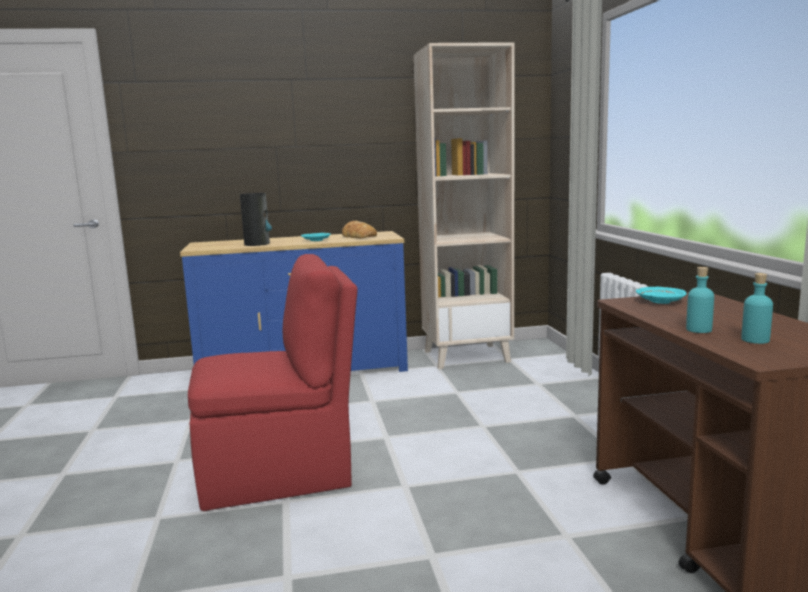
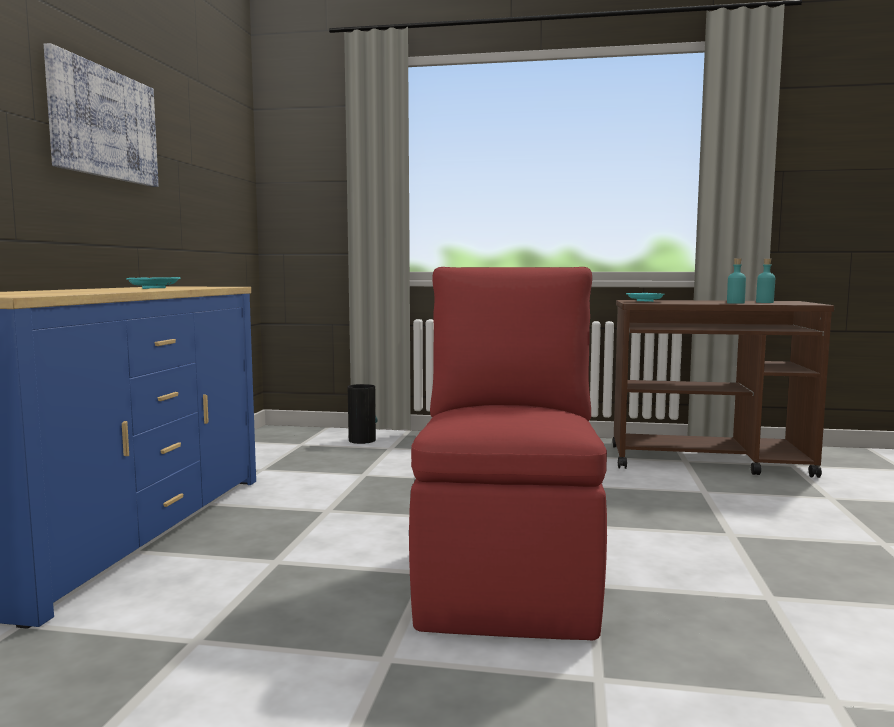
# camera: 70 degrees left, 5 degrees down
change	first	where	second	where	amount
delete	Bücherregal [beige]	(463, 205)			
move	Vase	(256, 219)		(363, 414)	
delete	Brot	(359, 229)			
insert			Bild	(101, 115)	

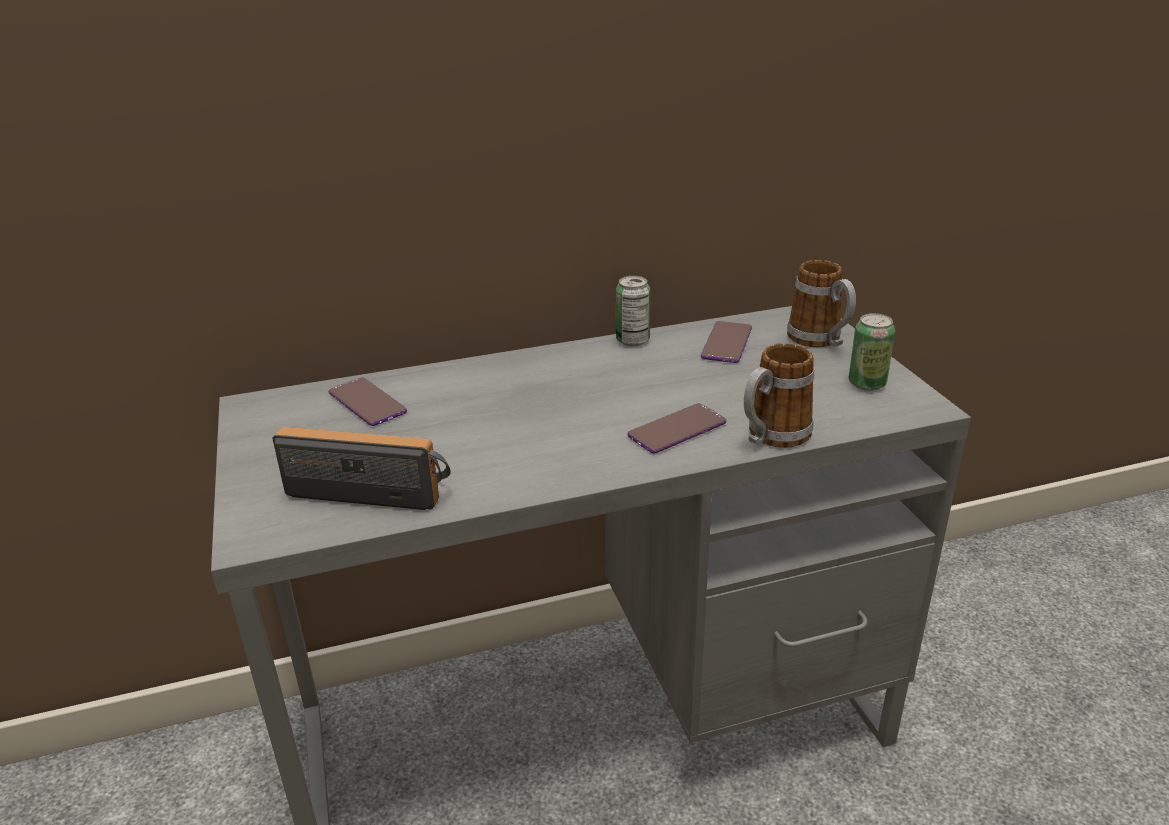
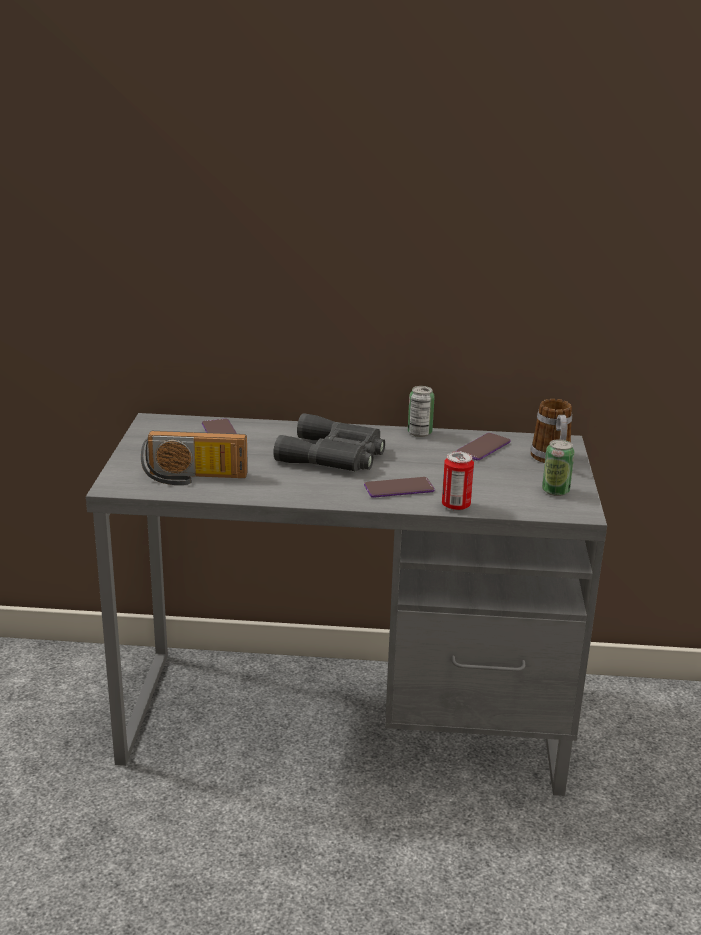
# camera: 20 degrees right, 5 degrees down
change	first	where	second	where	amount
replace	Henkelbecher	(779, 395)	Dose	(458, 481)	
rotate	Radio	(362, 468)		(194, 458)	150 degrees clockwise
insert			Fernglas [grau]	(329, 442)	

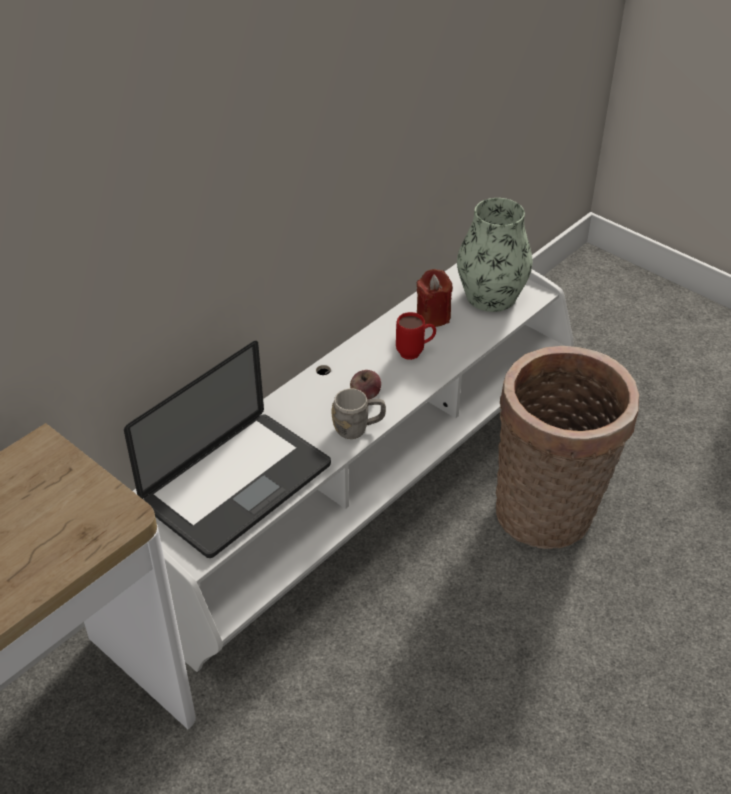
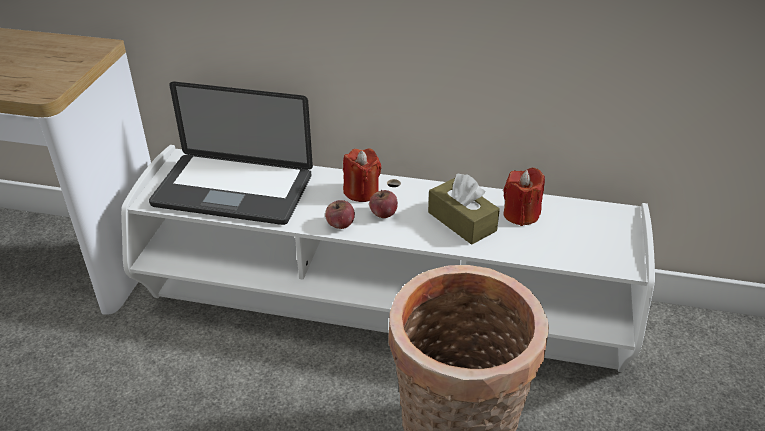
# camera: 60 degrees right, 5 degrees down
change	first	where	second	where	amount
delete	Vase	(495, 255)			
replace	Henkelbecher [rot]	(416, 336)	Taschentuchbox [braun]	(464, 209)	
replace	Henkelbecher [grau]	(359, 414)	Apfel	(340, 214)	
insert			Kerze [rot]	(362, 175)	

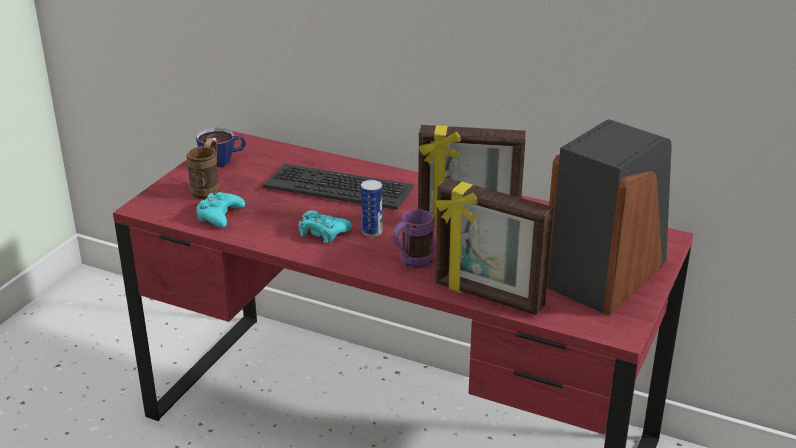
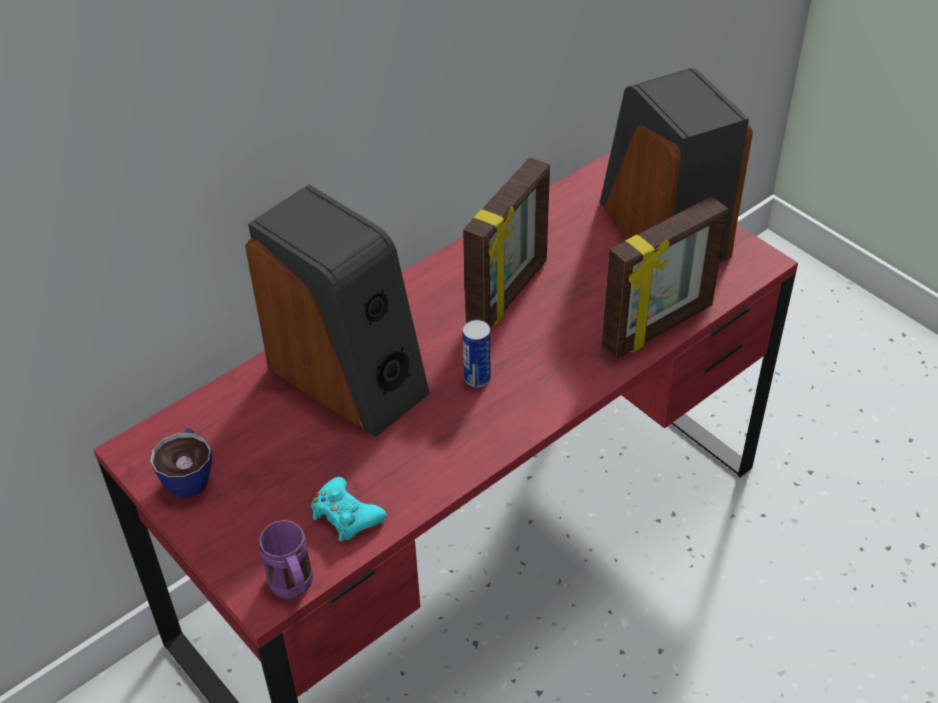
# camera: 65 degrees left, 15 degrees up
change	first	where	second	where	amount
delete	Henkelbecher [braun]	(203, 169)			
replace	Tastatur	(338, 187)	Lautsprecher	(337, 310)	
move	Henkelbecher [lila]	(413, 239)		(286, 559)	
delete	Gamepad [türkis]	(325, 226)			

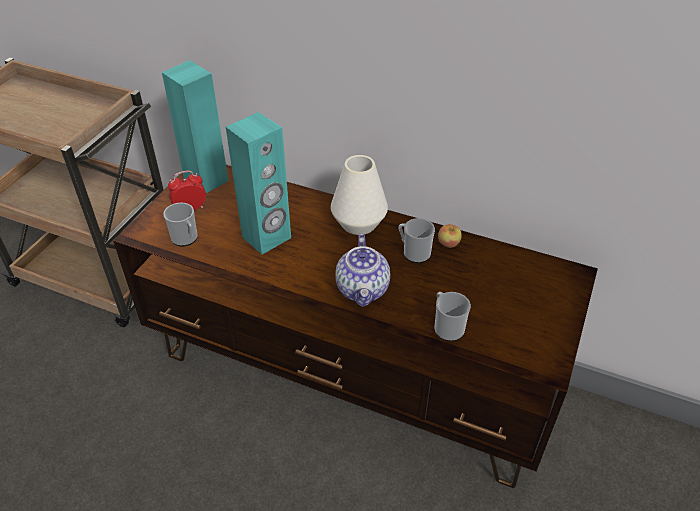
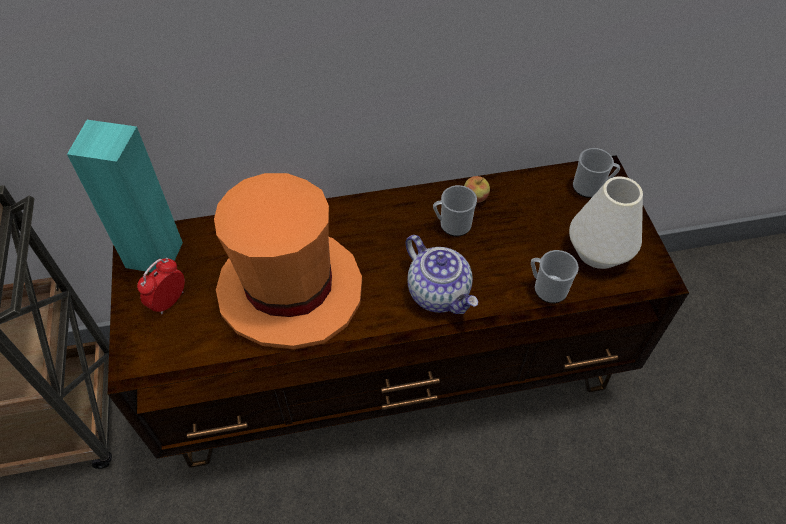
# camera: 35 degrees left, 10 degrees up
change	first	where	second	where	amount
replace	Lautsprecher [türkis]	(258, 183)	Hut [orange]	(288, 261)	
move	Vase [weiß]	(359, 195)		(606, 223)	
move	Henkelbecher	(180, 224)		(596, 173)	

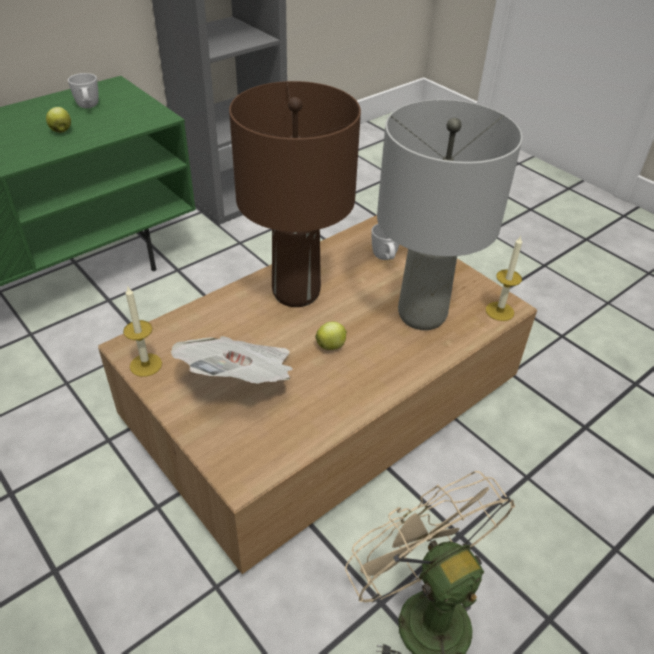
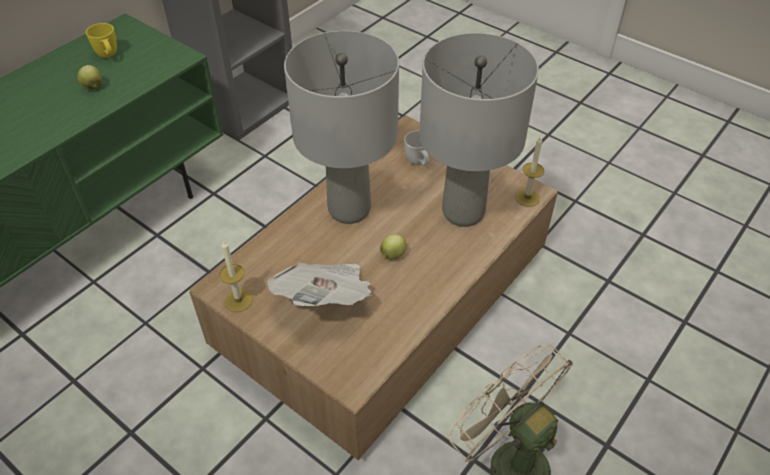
# camera: 10 degrees left, 5 degrees up
change	first	where	second	where	amount
recolor	Henkelbecher [weiß]	(83, 90)	Henkelbecher [gelb]	(101, 40)	
recolor	Tischlampe [braun]	(295, 194)	Tischlampe [grau]	(341, 127)	

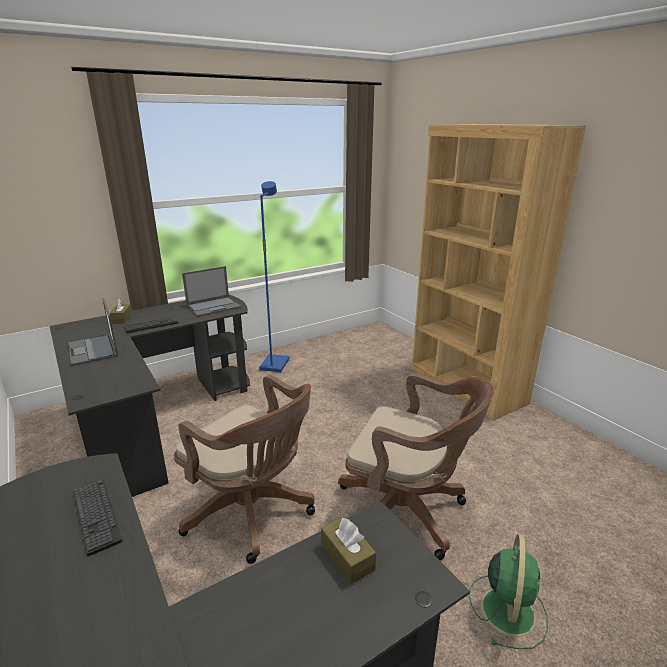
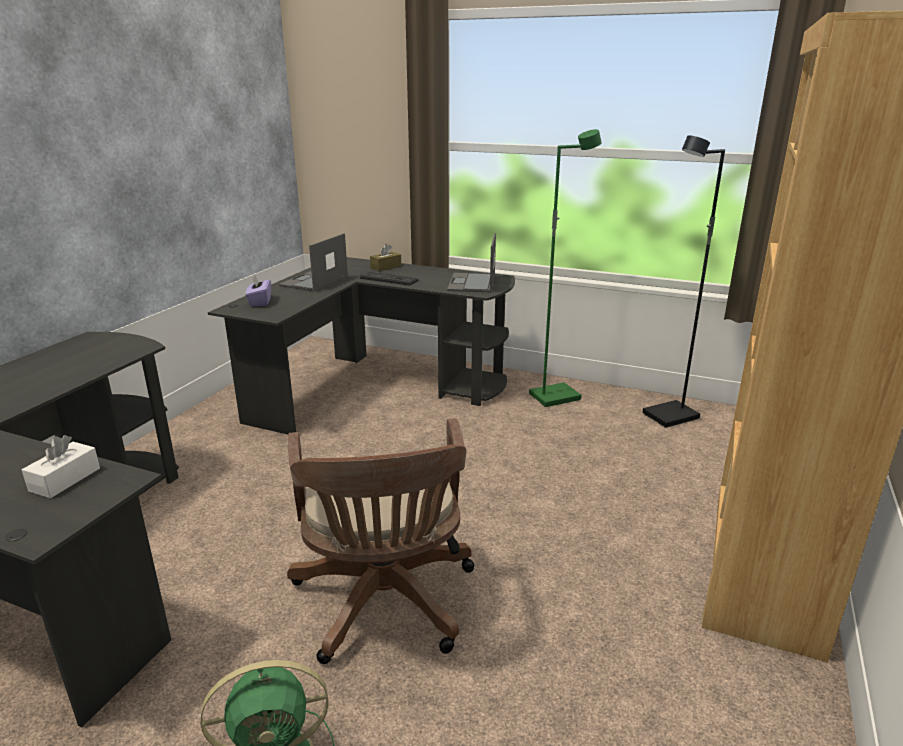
# camera: 55 degrees right, 0 degrees up
change	first	where	second	where	amount
recolor	Stehlampe [blau]	(274, 276)	Stehlampe [grün]	(565, 268)	
rotate	Laptop	(211, 291)		(471, 262)	75 degrees clockwise
delete	Bürostuhl [braun]	(244, 469)			
delete	Tastatur	(98, 518)			
recolor	Taschentuchbox [braun]	(348, 550)	Taschentuchbox [weiß]	(61, 466)	
insert			Stehlampe [schwarz]	(684, 281)	
insert			Taschentuchbox [lila]	(258, 290)	

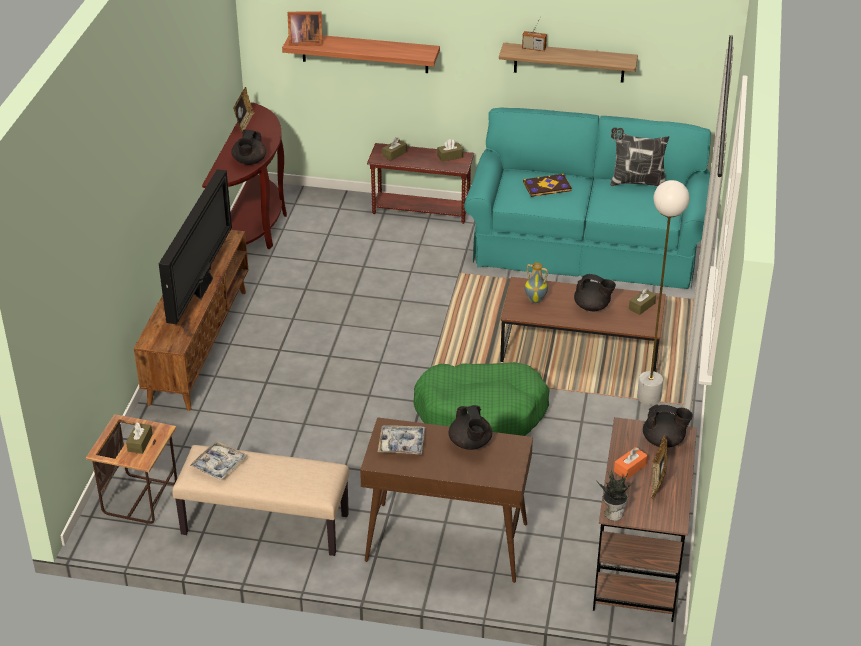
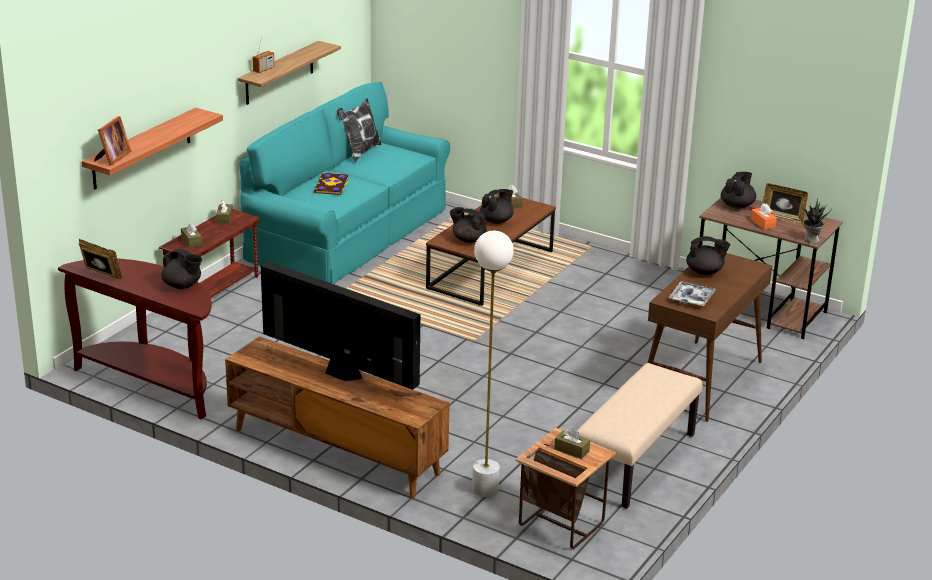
# camera: 70 degrees left, 10 degrees down
change	first	where	second	where	amount
move	Stehlampe [weiß]	(663, 292)		(493, 364)	
replace	Vase	(536, 283)	Teekanne [schwarz]	(468, 225)	
delete	Hundebett [grün]	(482, 399)			
delete	Tablett	(218, 460)			

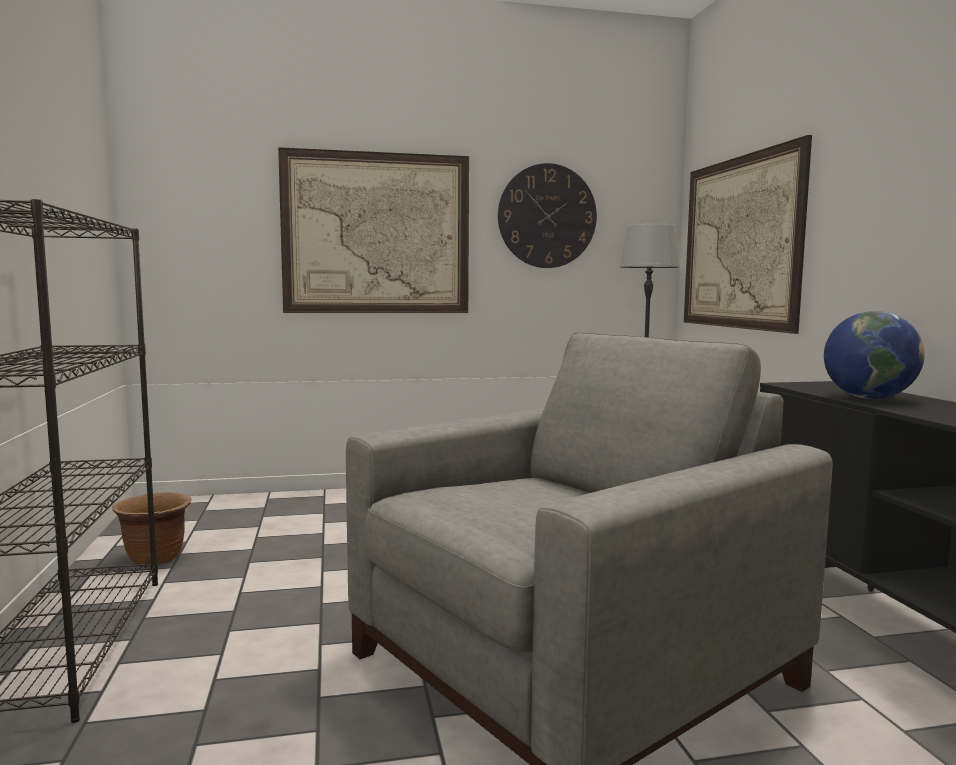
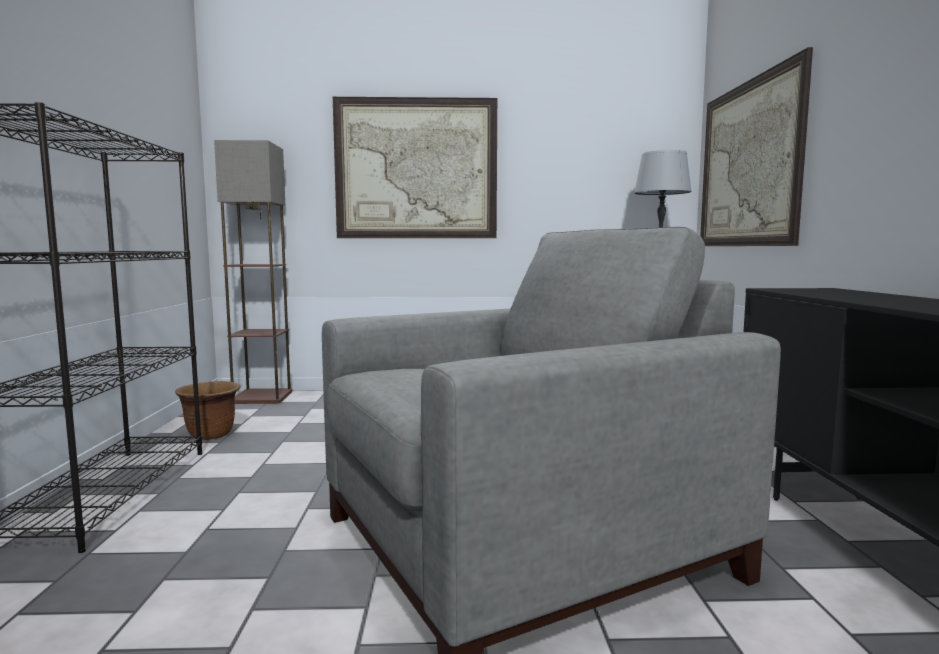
# camera: 10 degrees right, 0 degrees up
change	first	where	second	where	amount
delete	Wanduhr	(547, 215)			
delete	Globus	(874, 355)			
insert			Stehlampe	(253, 272)	

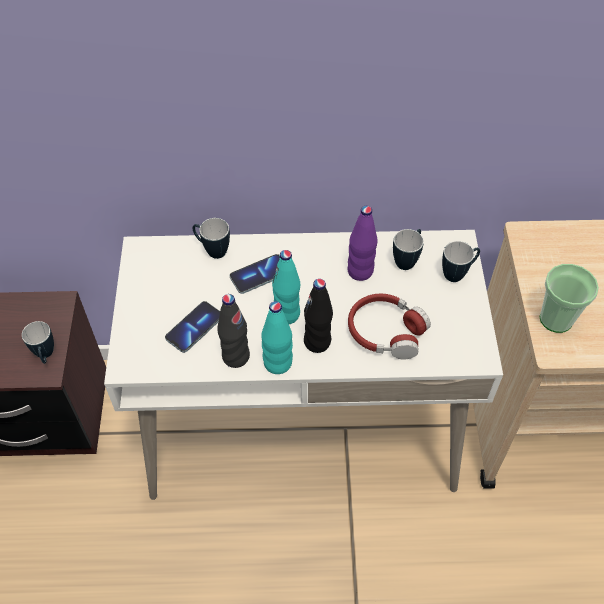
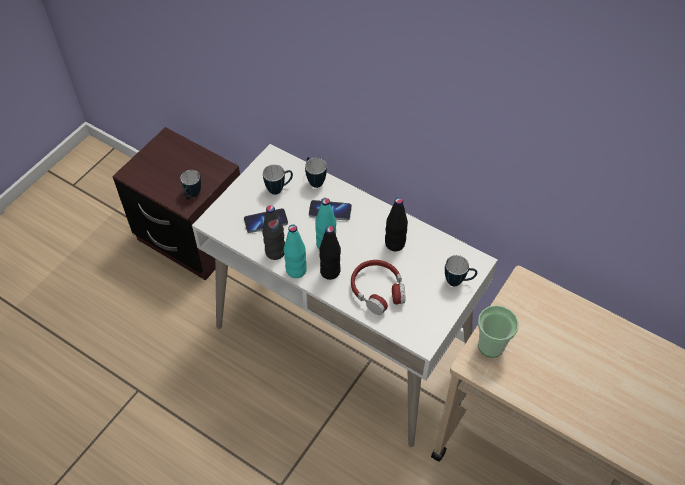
# camera: 35 degrees right, 0 degrees up
change	first	where	second	where	amount
recolor	Flasche [lila]	(362, 243)	Flasche [schwarz]	(396, 224)	
move	Henkelbecher	(408, 249)		(278, 179)	

